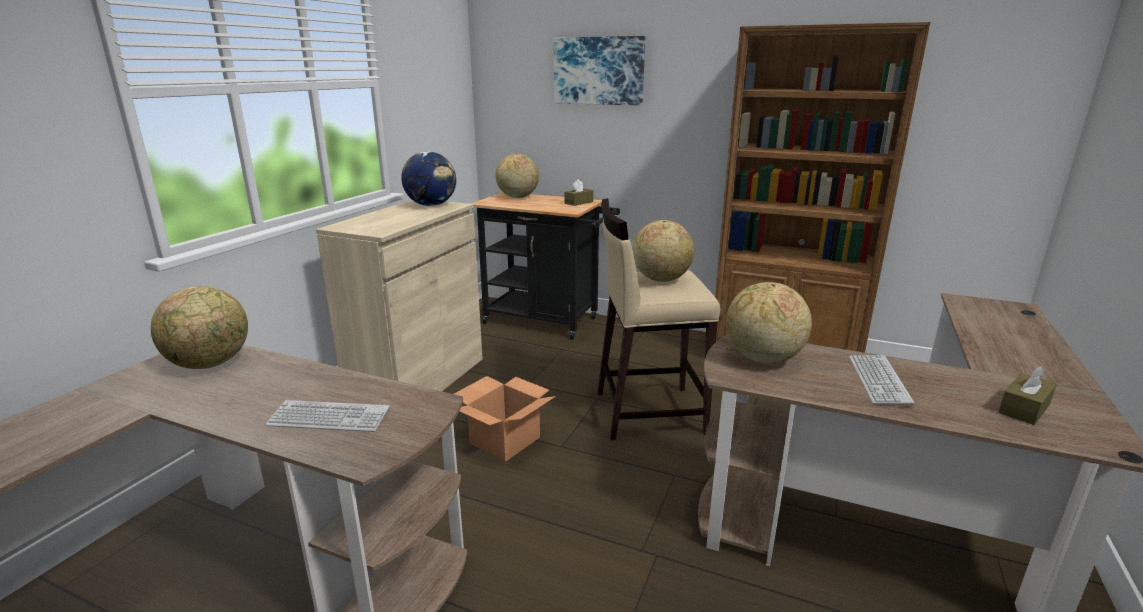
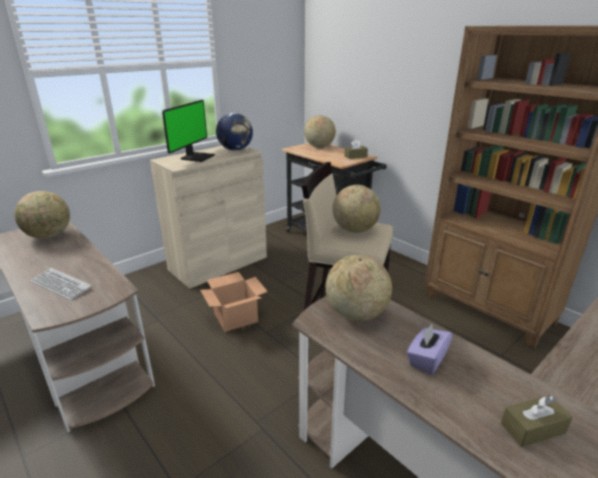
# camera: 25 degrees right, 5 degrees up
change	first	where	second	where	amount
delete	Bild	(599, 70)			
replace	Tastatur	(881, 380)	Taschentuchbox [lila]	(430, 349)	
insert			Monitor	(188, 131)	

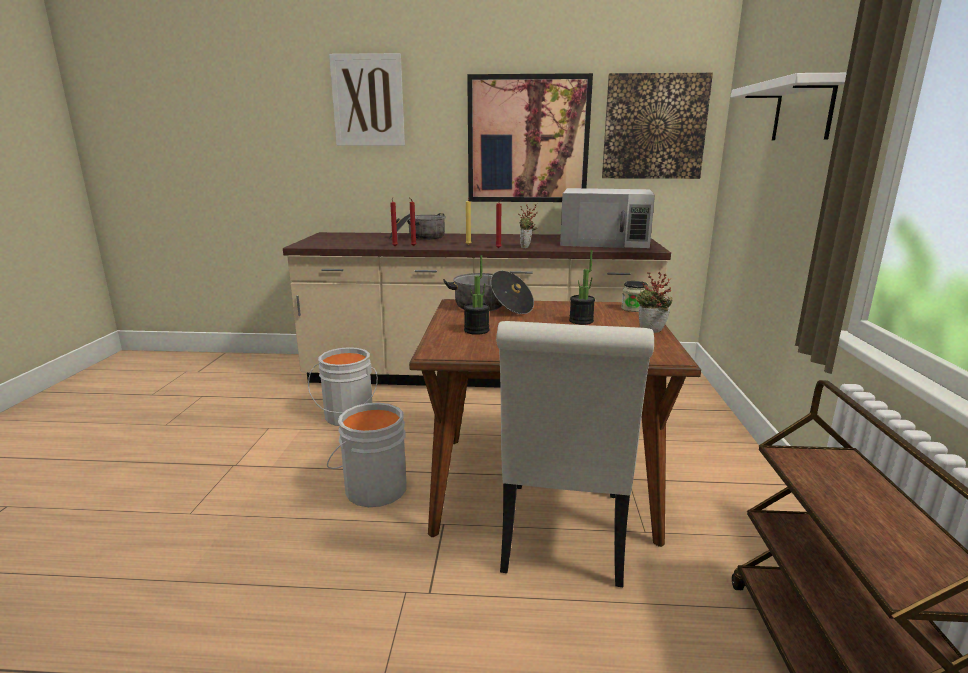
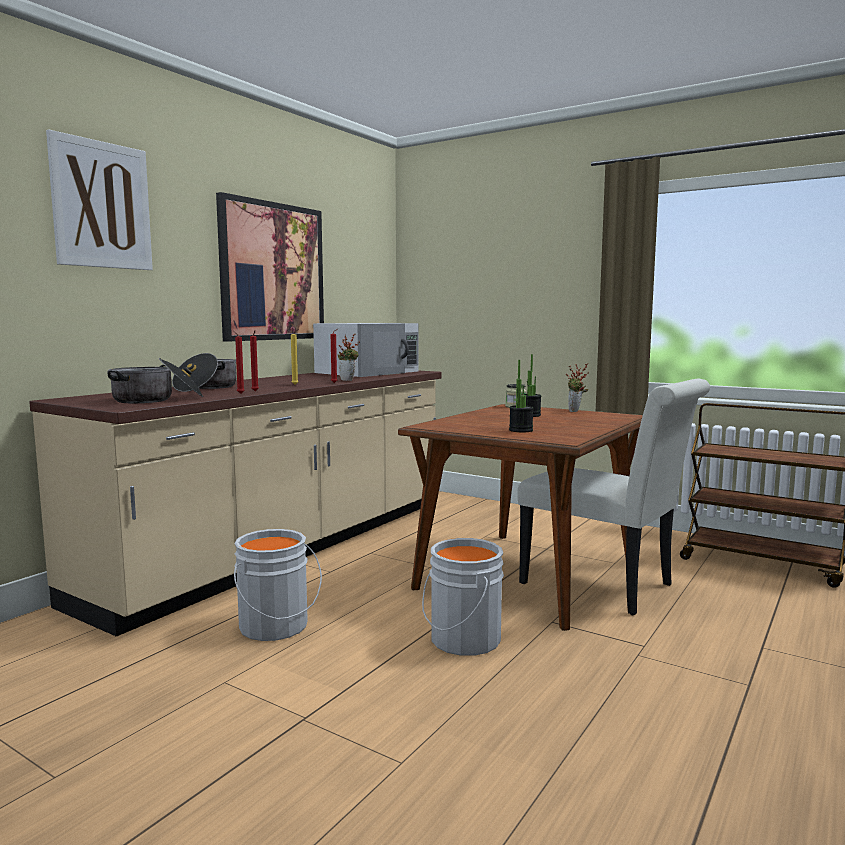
# camera: 60 degrees left, 10 degrees down
change	first	where	second	where	amount
delete	Bild	(657, 126)			
delete	Wandregal [weiß]	(789, 106)			
move	Kochtopf	(488, 292)		(155, 380)	

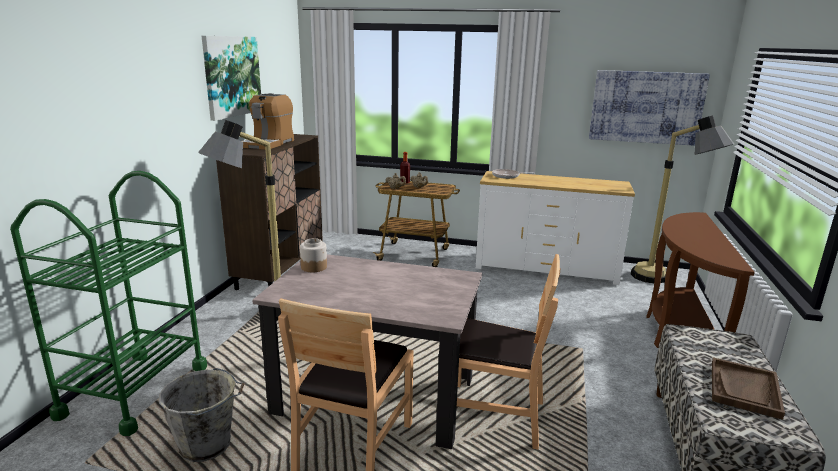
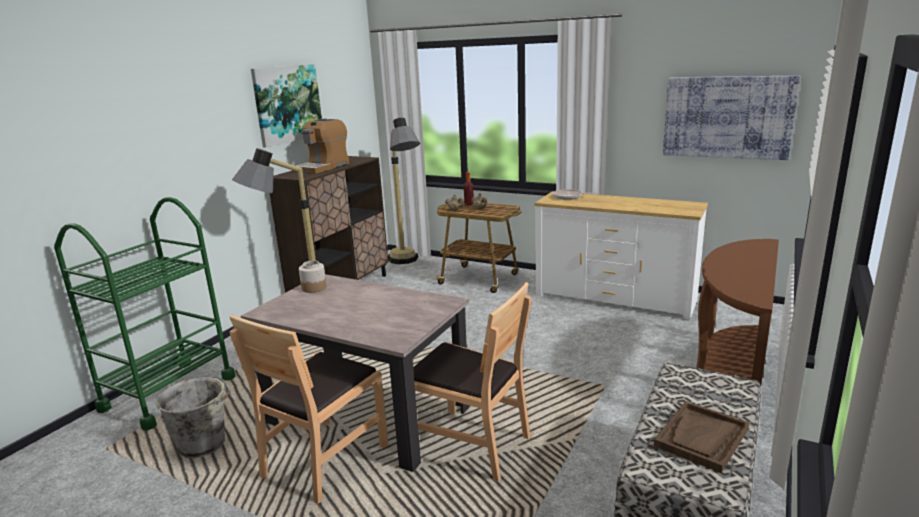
# camera: 15 degrees right, 0 degrees up
change	first	where	second	where	amount
move	Stehlampe	(682, 199)		(404, 191)	

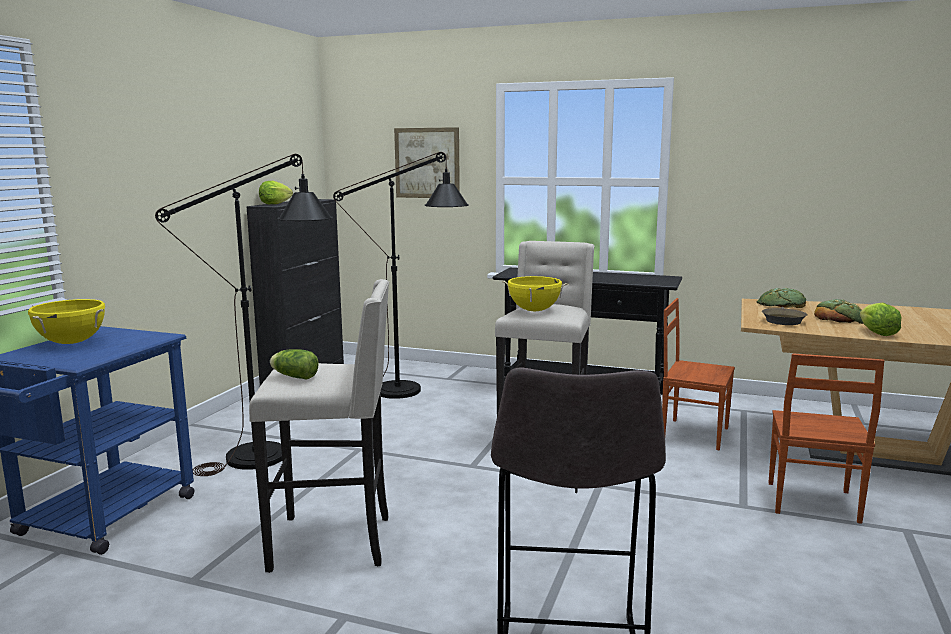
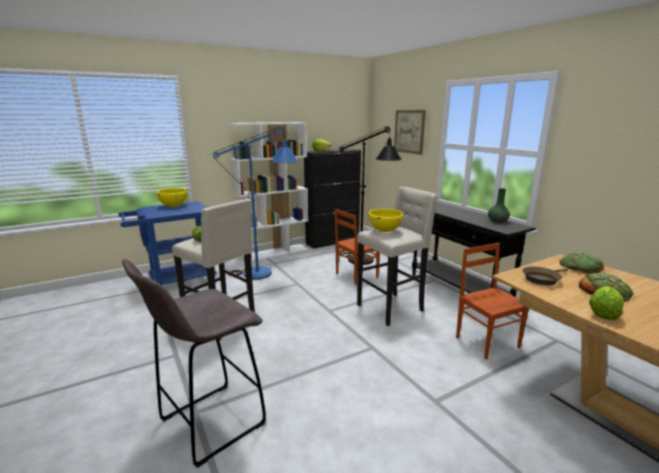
# camera: 40 degrees right, 5 degrees up
change	first	where	second	where	amount
recolor	Stehlampe [schwarz]	(244, 315)	Stehlampe [blau]	(256, 203)	
move	Stuhl [braun]	(826, 439)		(357, 247)	
insert			Bücherregal [weiß]	(268, 192)	
insert			Vase [grün]	(499, 205)	

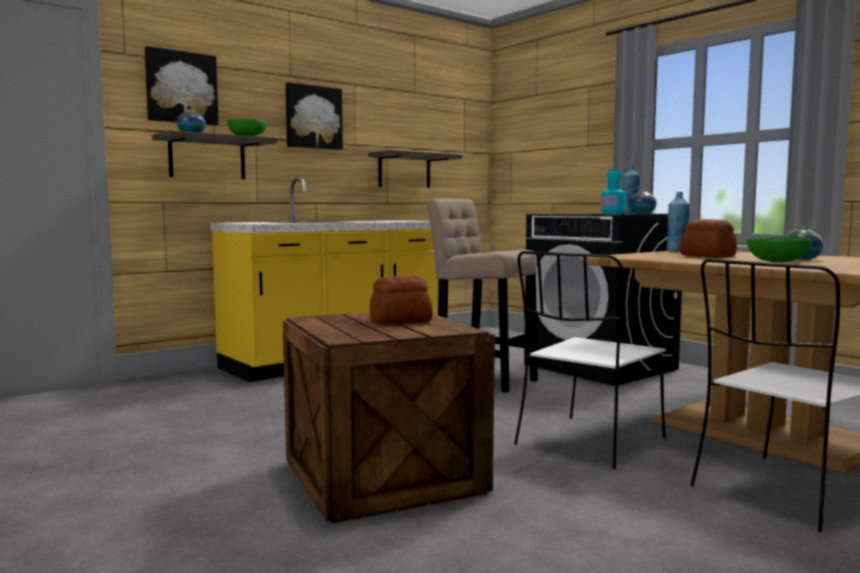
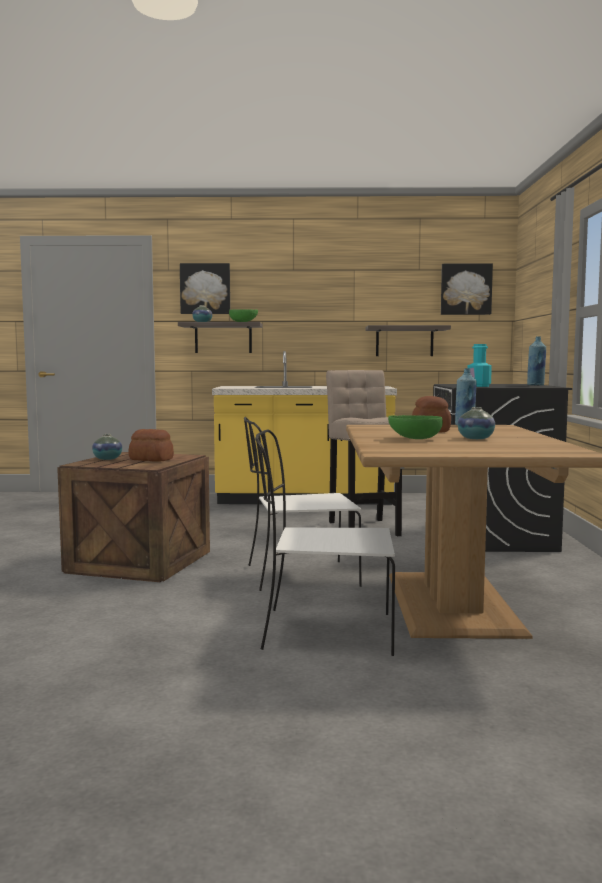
# camera: 40 degrees right, 0 degrees up
change	first	where	second	where	amount
move	Bild	(314, 116)		(467, 289)	
move	Vase	(642, 202)		(107, 447)	

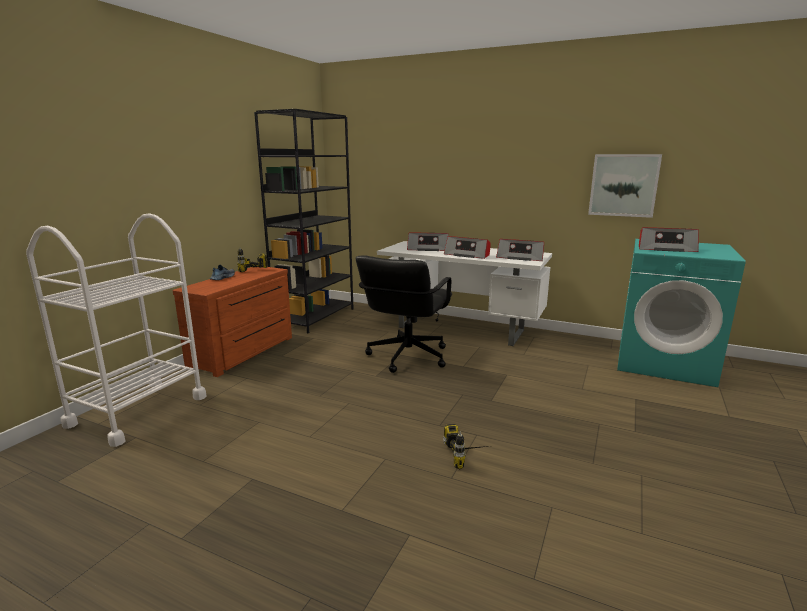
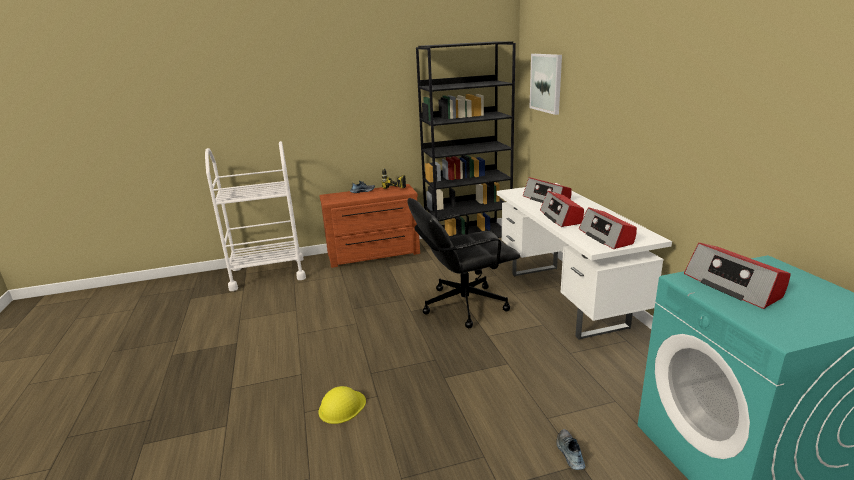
# camera: 50 degrees right, 5 degrees up
change	first	where	second	where	amount
move	Bild	(625, 186)		(545, 84)	
replace	Bohrmaschine	(465, 446)	Schutzhelm [gelb]	(342, 405)	
insert			Schuh	(571, 449)	

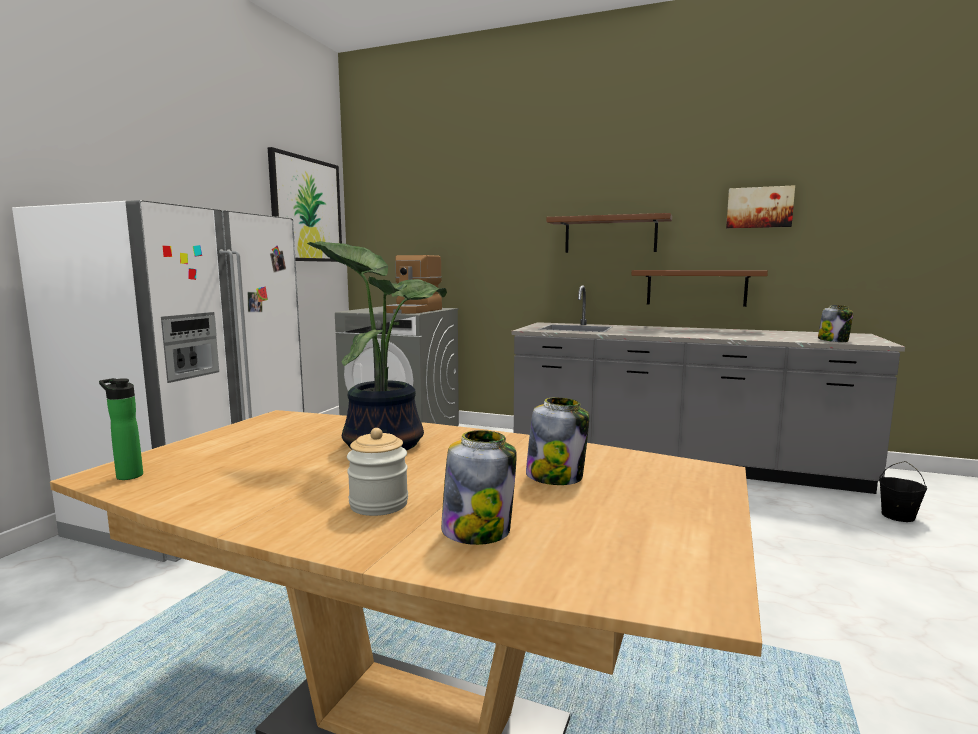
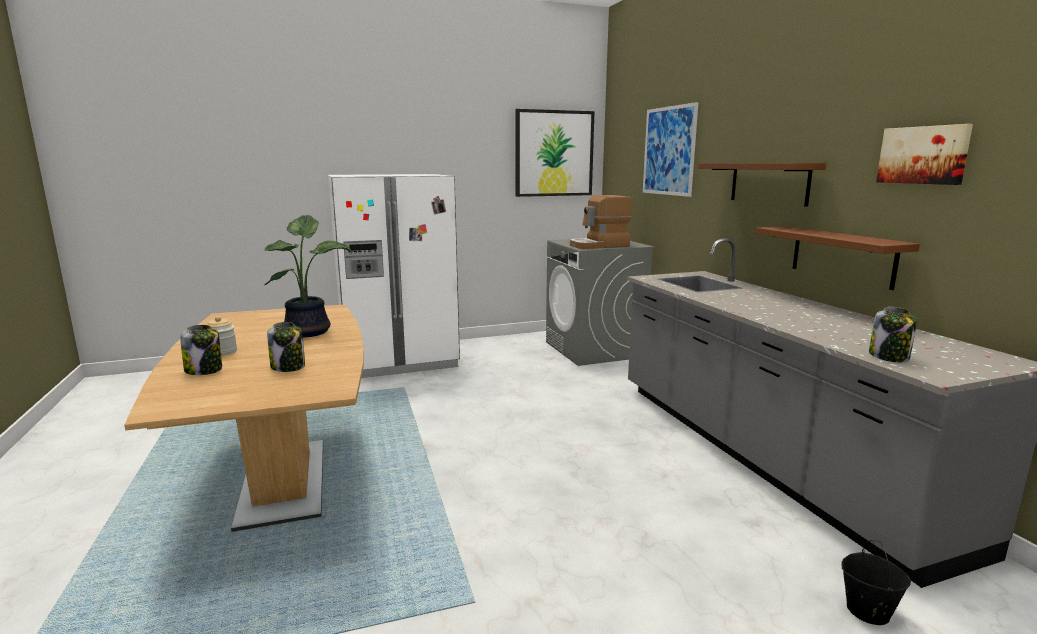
# camera: 50 degrees right, 5 degrees up
change	first	where	second	where	amount
delete	Flasche	(121, 429)			
insert			Bild	(671, 149)	

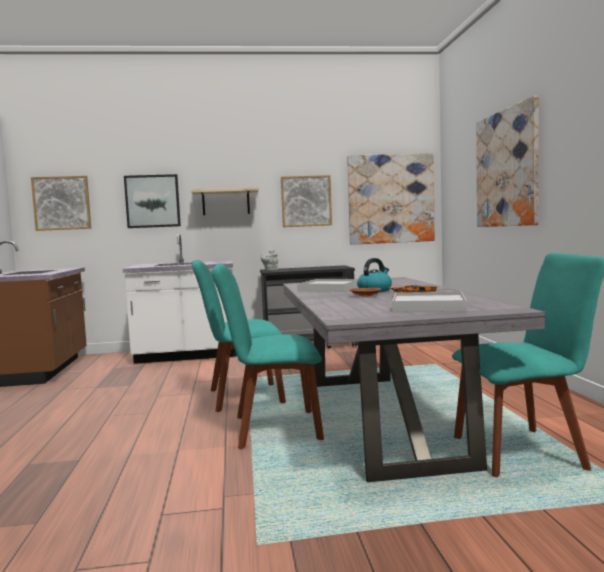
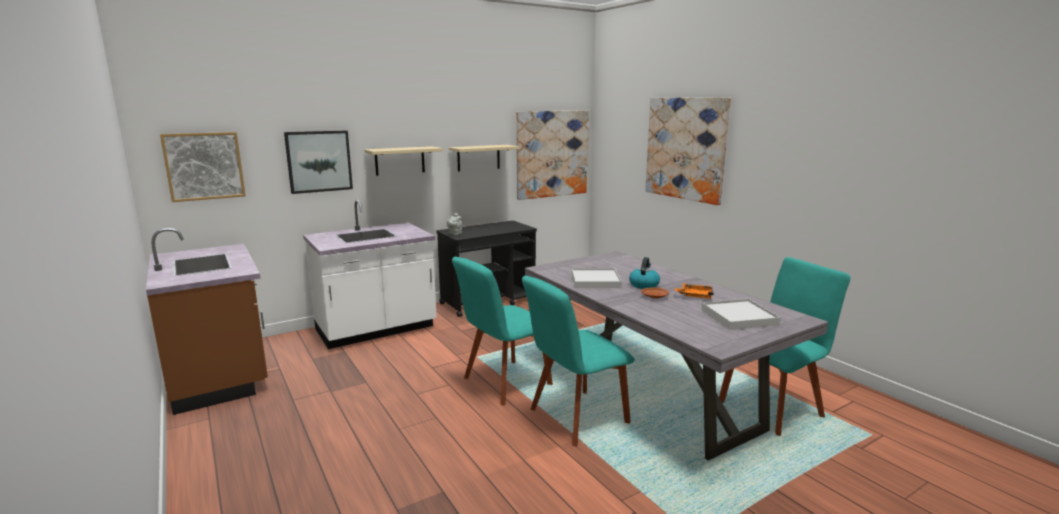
# camera: 25 degrees left, 10 degrees up
change	first	where	second	where	amount
replace	Bild	(306, 201)	Wandregal [beige]	(484, 158)	

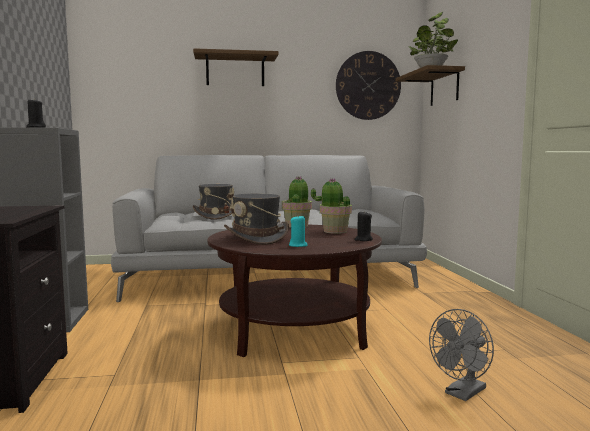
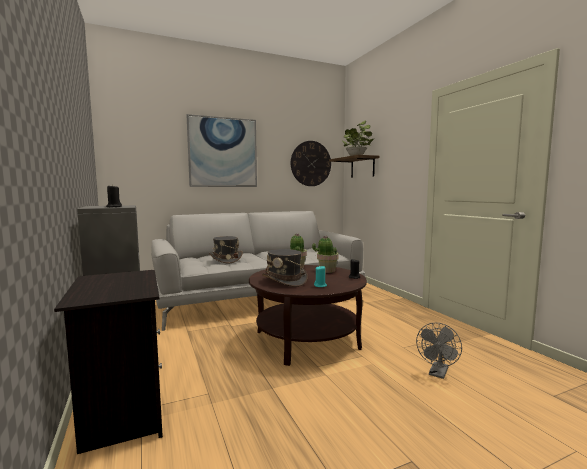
# camera: 15 degrees left, 0 degrees up
change	first	where	second	where	amount
replace	Wandregal	(236, 67)	Bild	(222, 150)	

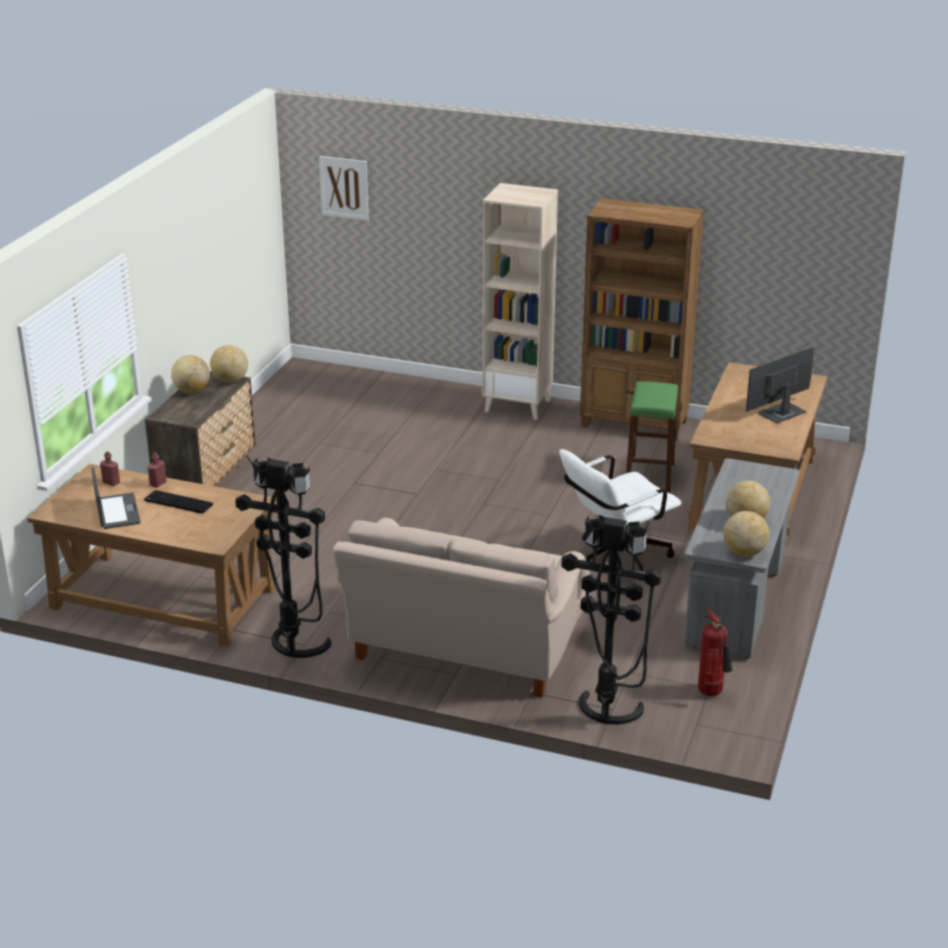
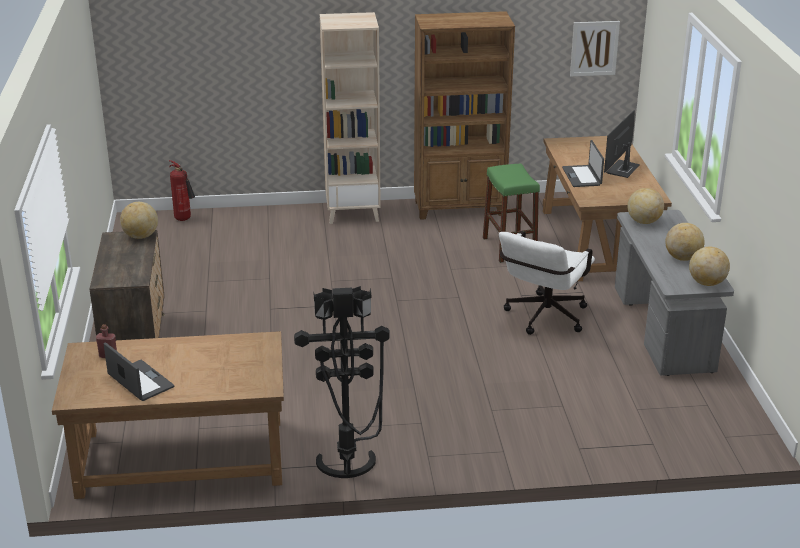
# camera: 25 degrees left, 0 degrees up
change	first	where	second	where	amount
move	Bild	(344, 188)		(595, 49)	
move	Globus	(190, 374)		(645, 206)	
delete	Flasche [rot]	(157, 470)			
delete	Tastatur	(178, 502)			
delete	Stehlampe [schwarz]	(611, 619)			
delete	Sofa [beige]	(461, 608)			
move	Feuerlöscher	(715, 652)		(182, 190)	
insert			Laptop	(583, 163)	

